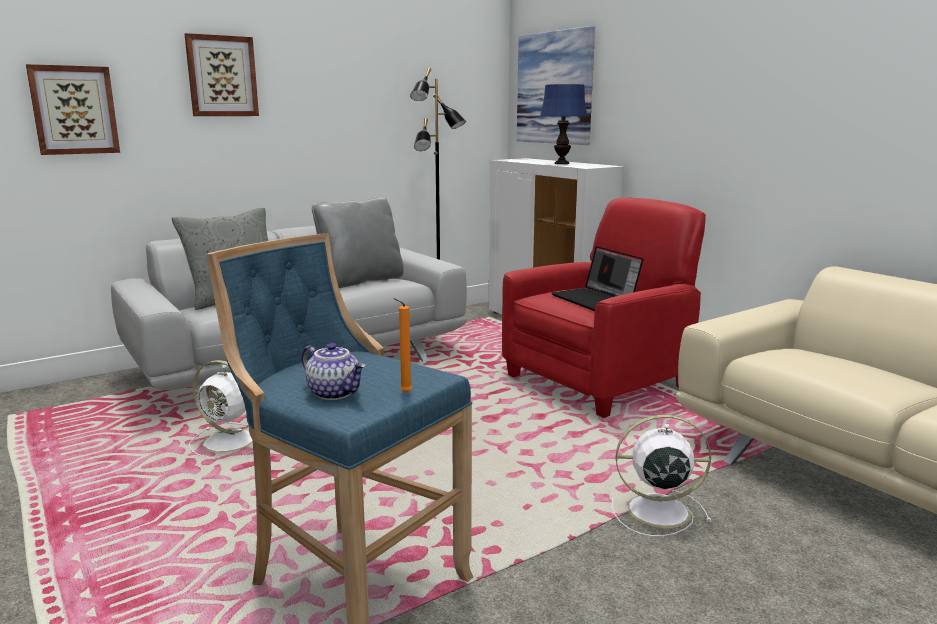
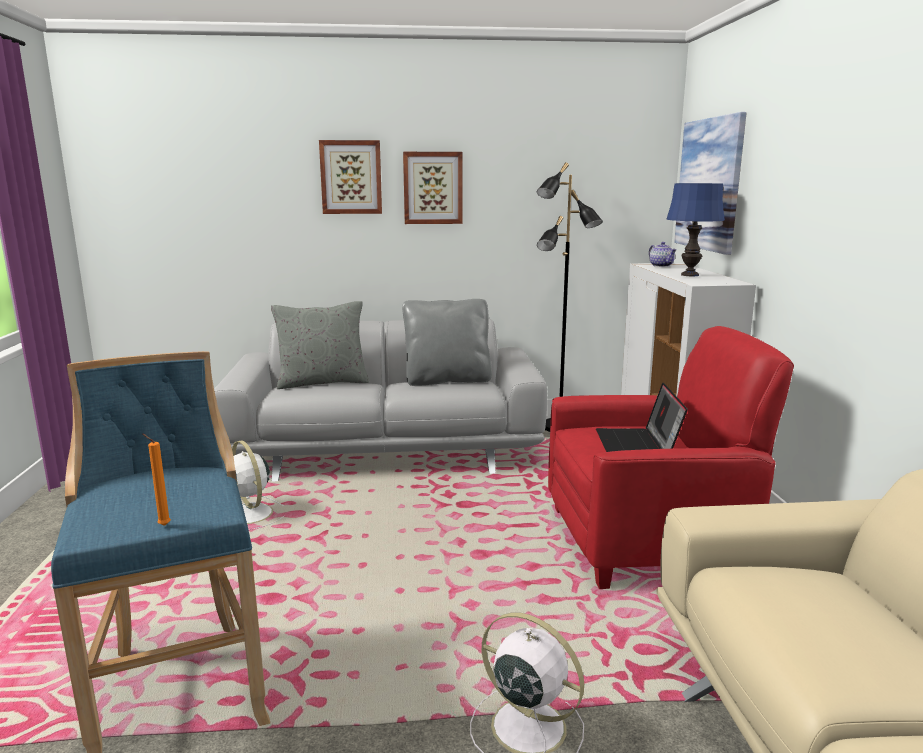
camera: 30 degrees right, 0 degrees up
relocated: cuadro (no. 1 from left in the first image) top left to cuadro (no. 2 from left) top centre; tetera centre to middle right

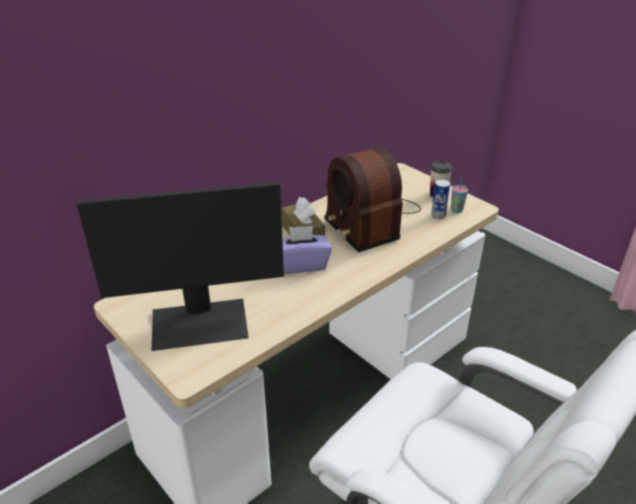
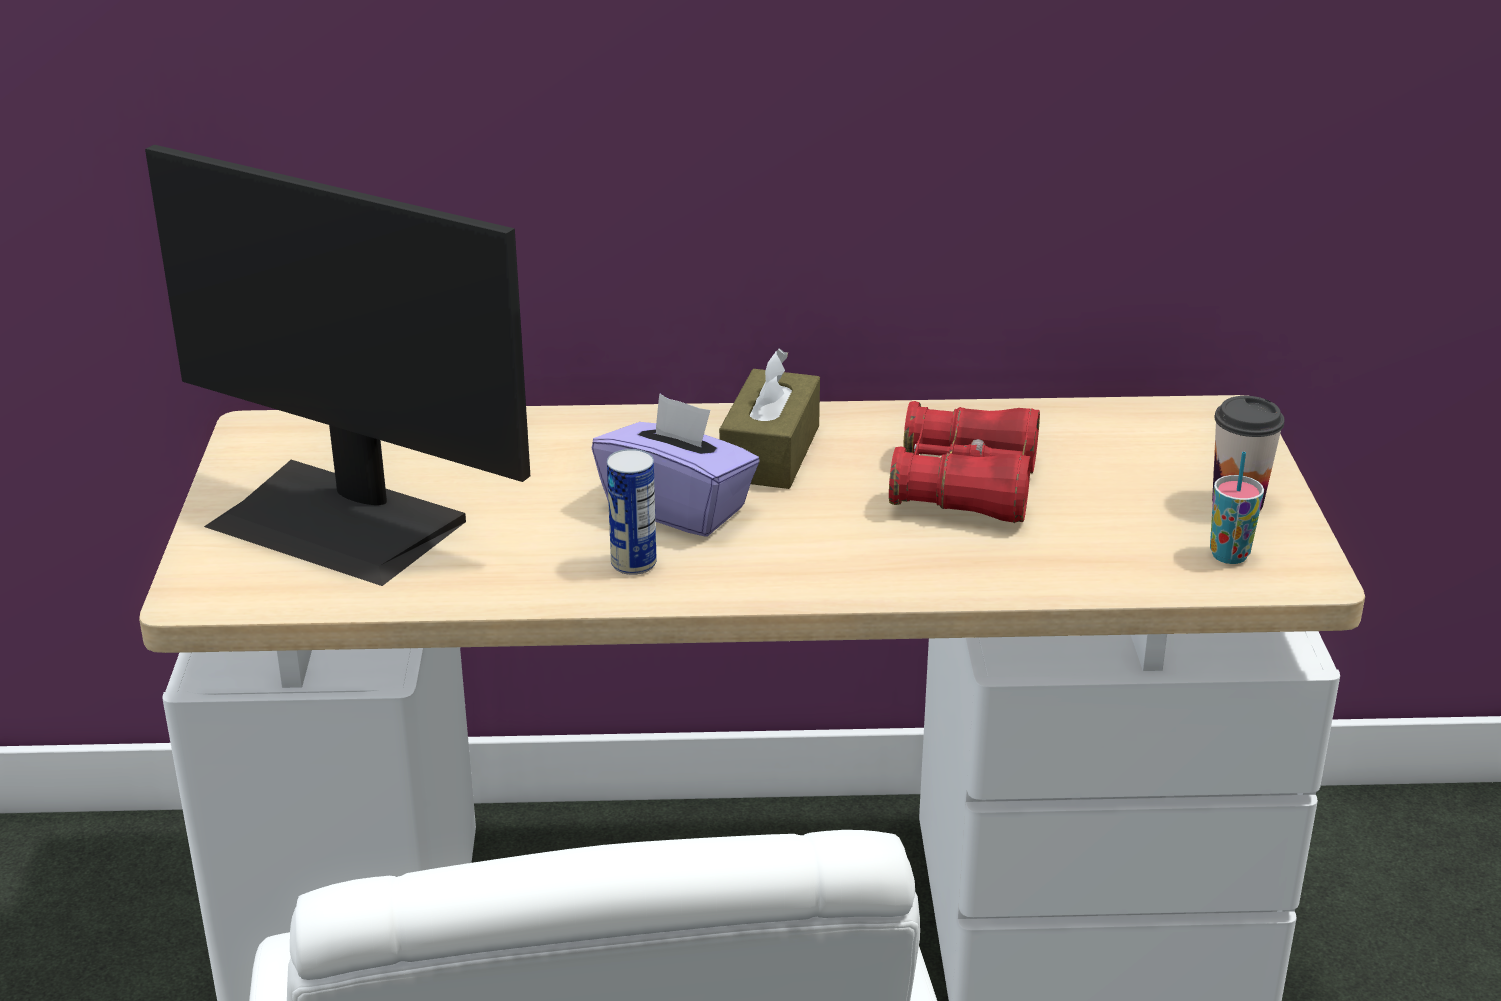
camera: 40 degrees right, 5 degrees down
relocated: lata middle right to centre
exchanged: radio centre to prismáticos (rojo) centre

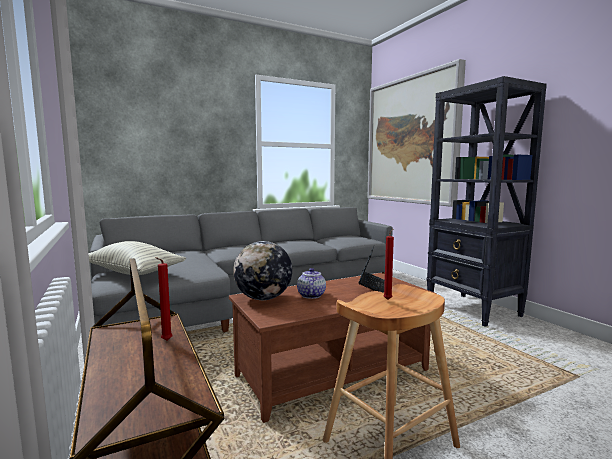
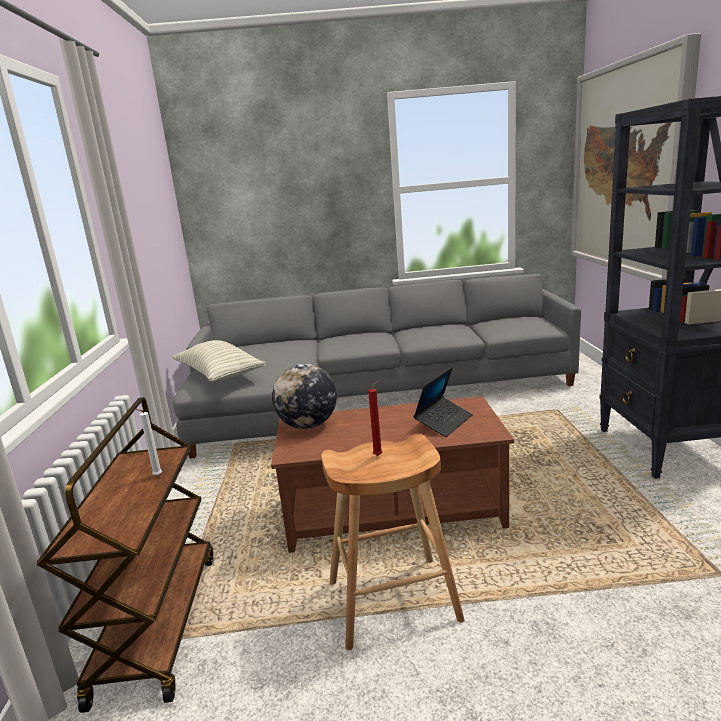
camera: 25 degrees right, 10 degrees up
missing: tetera centre
colour: vela (rojo) (no. 1 from left) middle left to vela (blanco) middle left

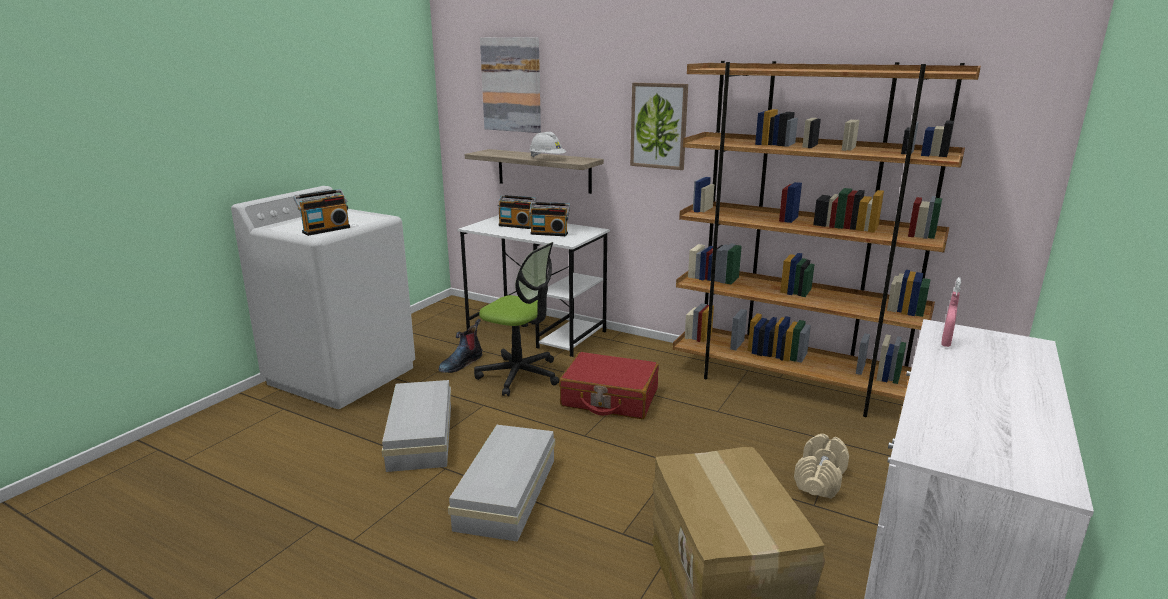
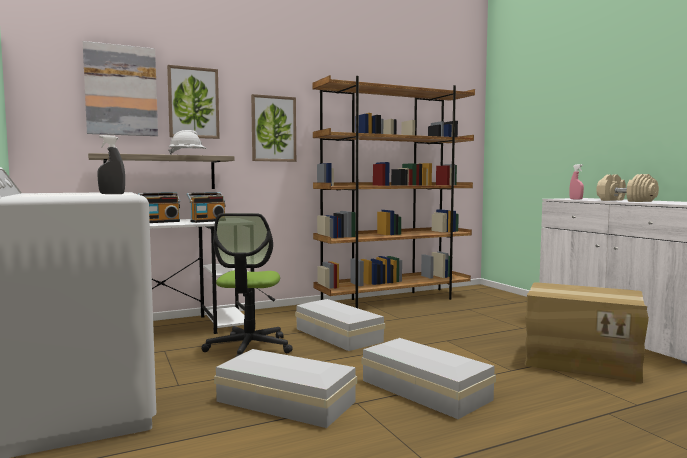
camera: 55 degrees left, 15 degrees down
missing: bota centre
appeared: cuadro (no. 2 from left) top left
relocated: mancuerna (beis) bottom right to middle right
exchanged: radio (no. 1 from left) middle left to pulverizador (gris) middle left; maleta (rojo) centre to caja de almacenaje (blanco) (no. 2 from left) bottom centre
spun: silla de oficina centre = centre 120 degrees clockwise

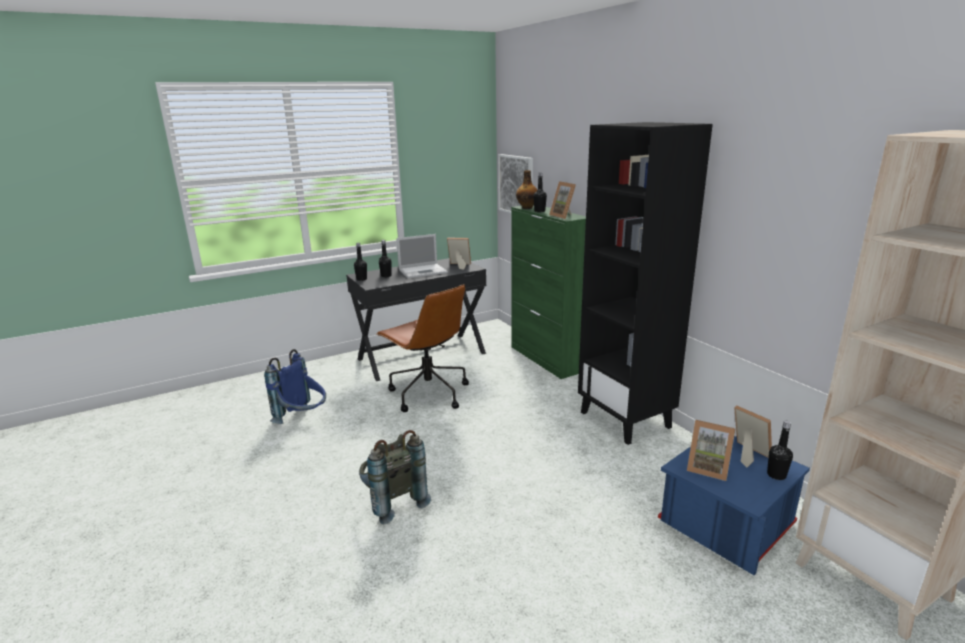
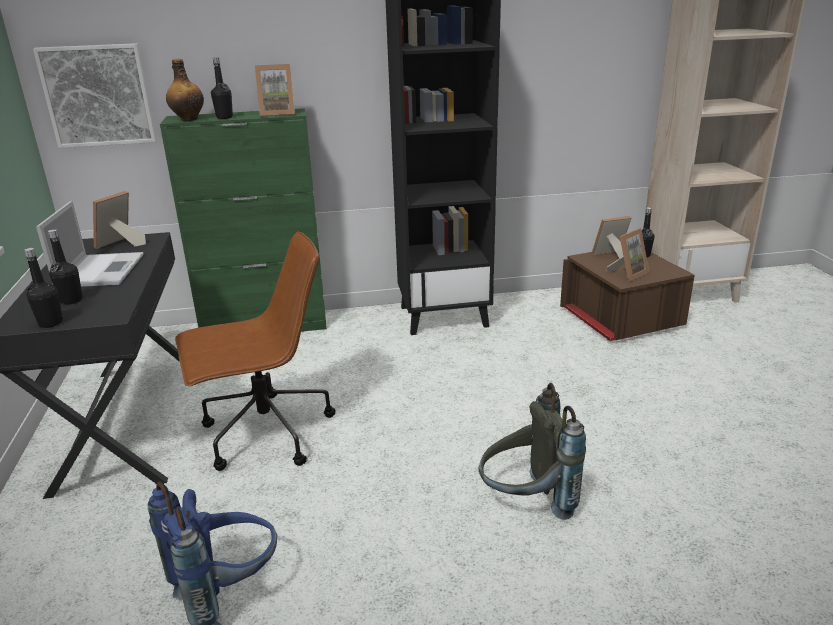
camera: 70 degrees left, 5 degrees up
colour: caja de almacenaje (azul) bottom right to caja de almacenaje (marrón) middle right

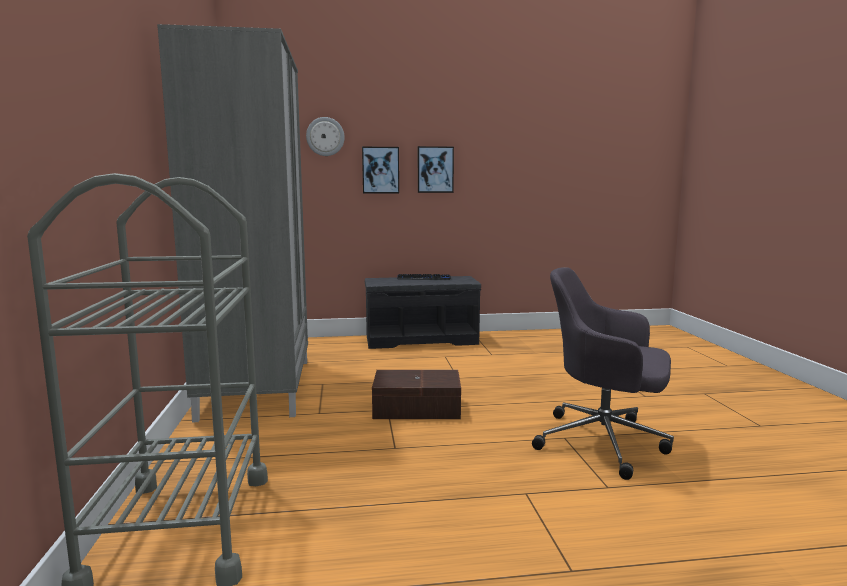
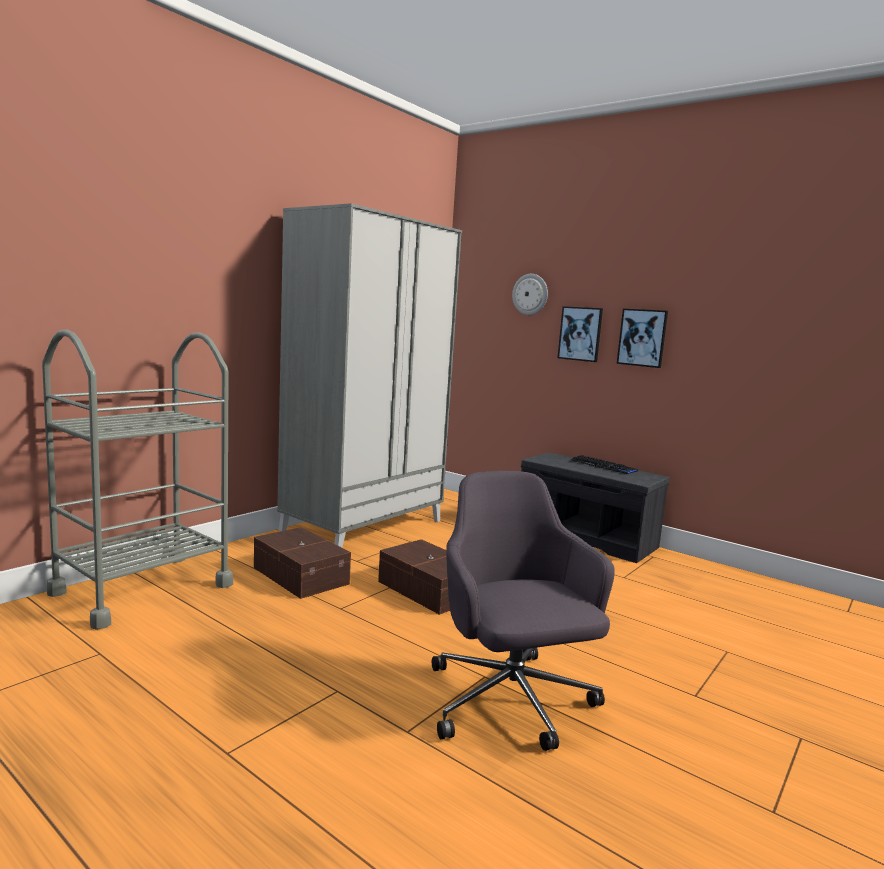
camera: 45 degrees right, 0 degrees up
appeared: caja de almacenaje (marrón) (no. 1 from left) centre

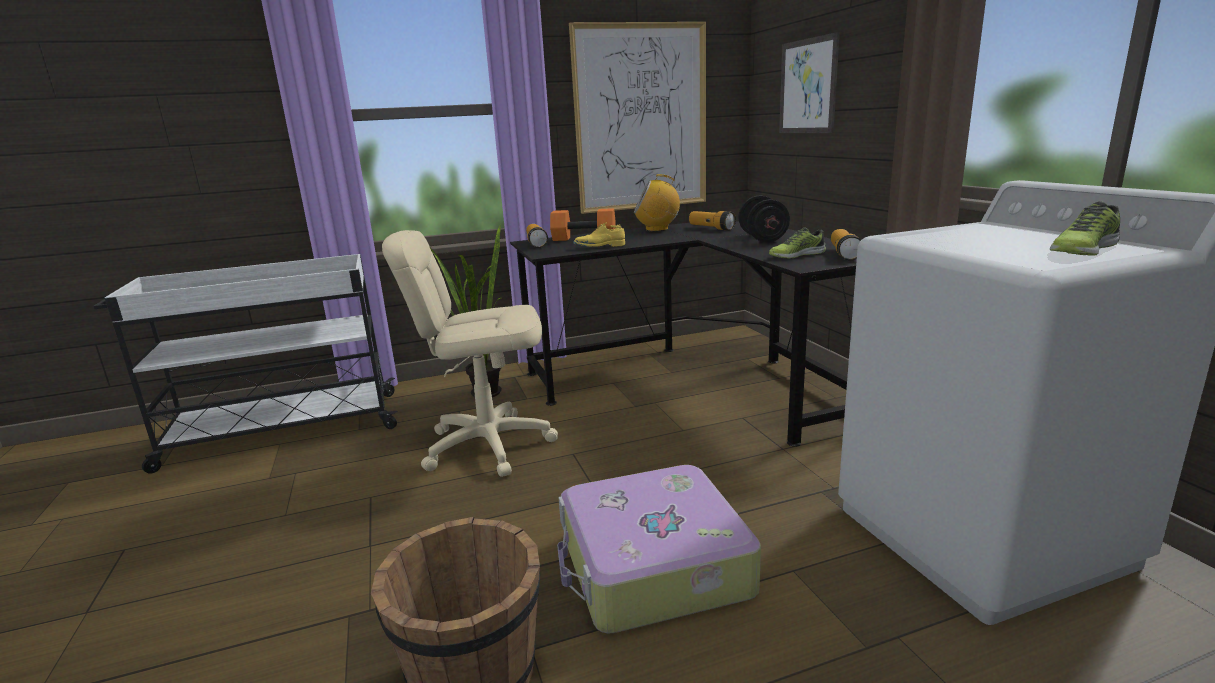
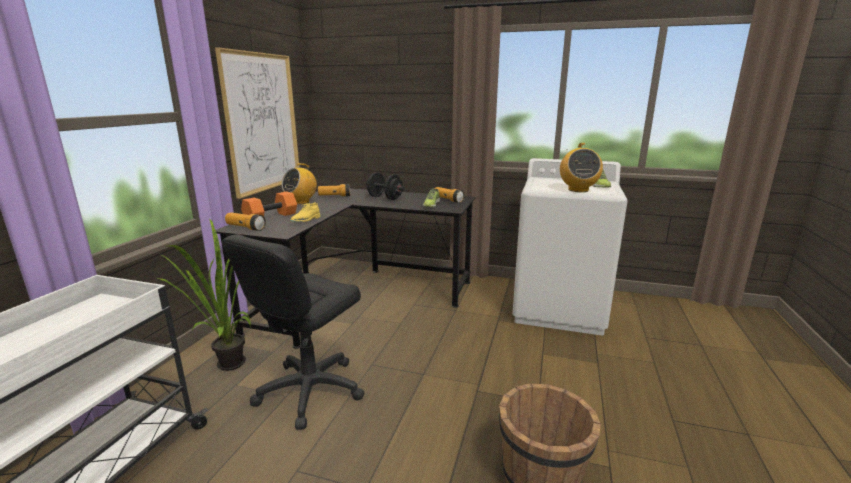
camera: 55 degrees left, 0 degrees up
missing: maleta bottom centre; cuadro (no. 2 from left) top centre
appeared: radio (no. 2 from left) middle right
colour: silla de oficina (beis) centre to silla de oficina (negro) bottom centre

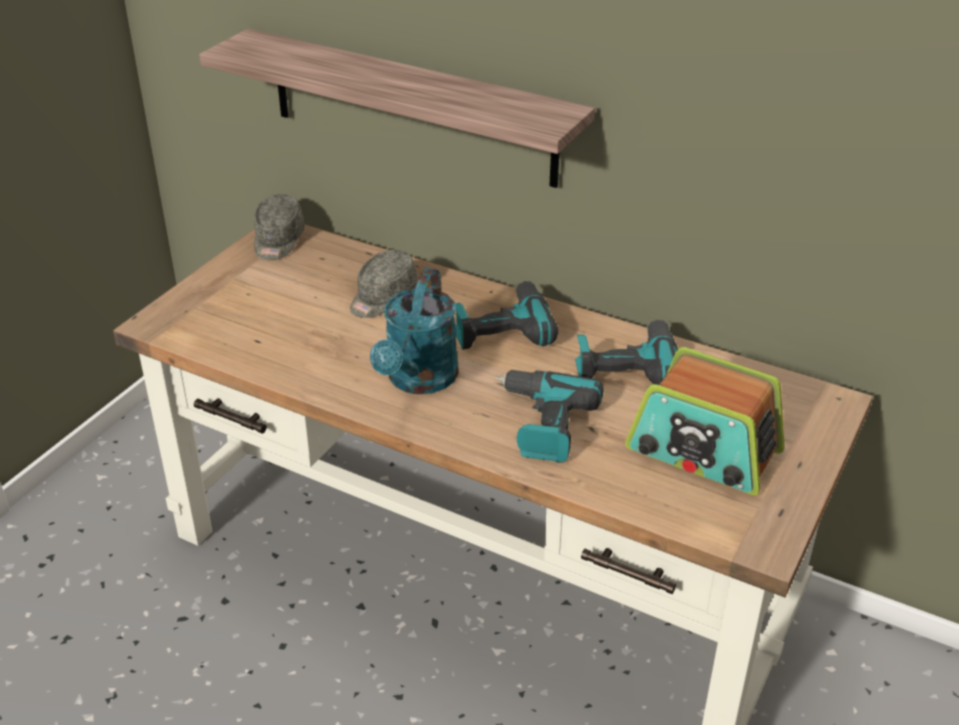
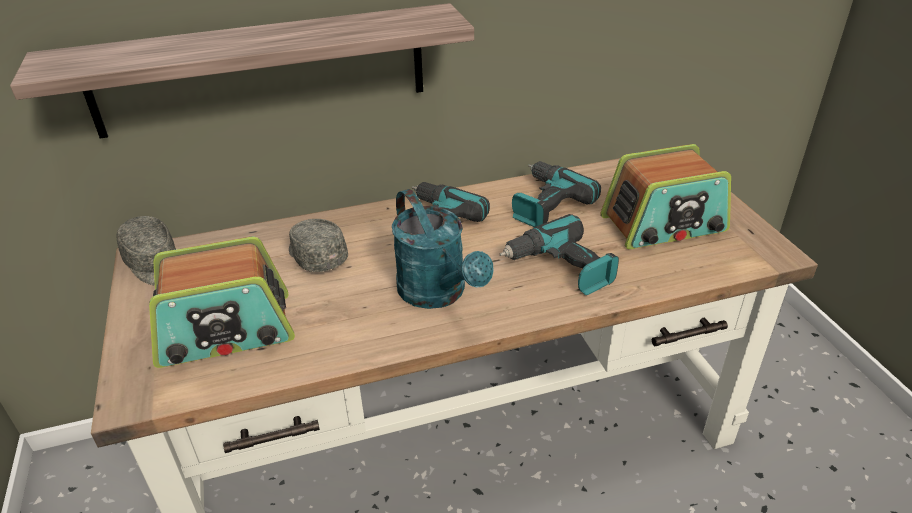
camera: 45 degrees left, 0 degrees up
appeared: radio (no. 1 from left) middle left
spun: gorra (gris) (no. 2 from left) centre = centre 150 degrees clockwise

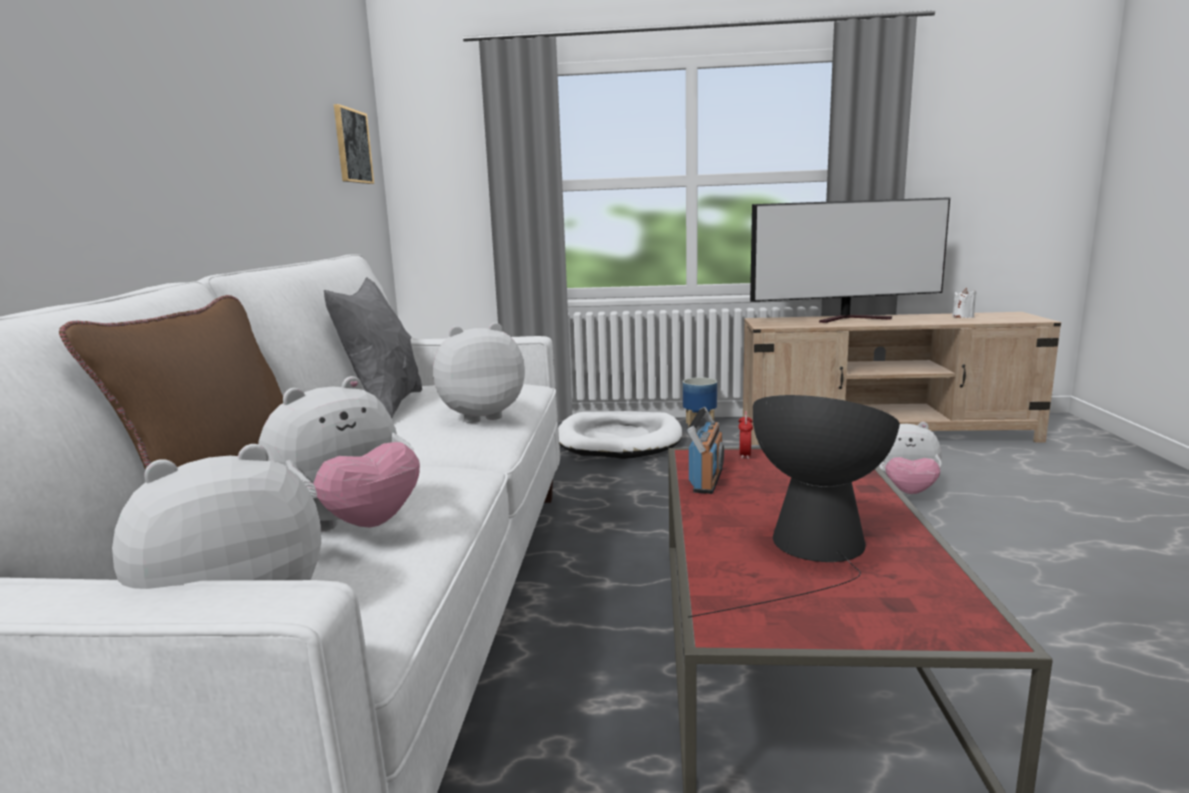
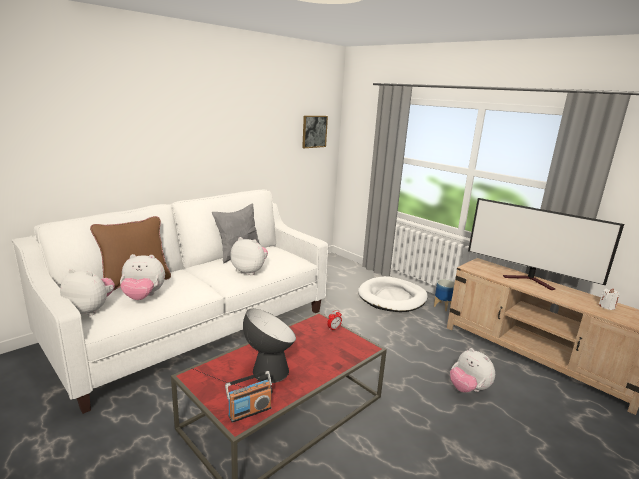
camera: 40 degrees right, 5 degrees up
relocated: radio centre to bottom centre

